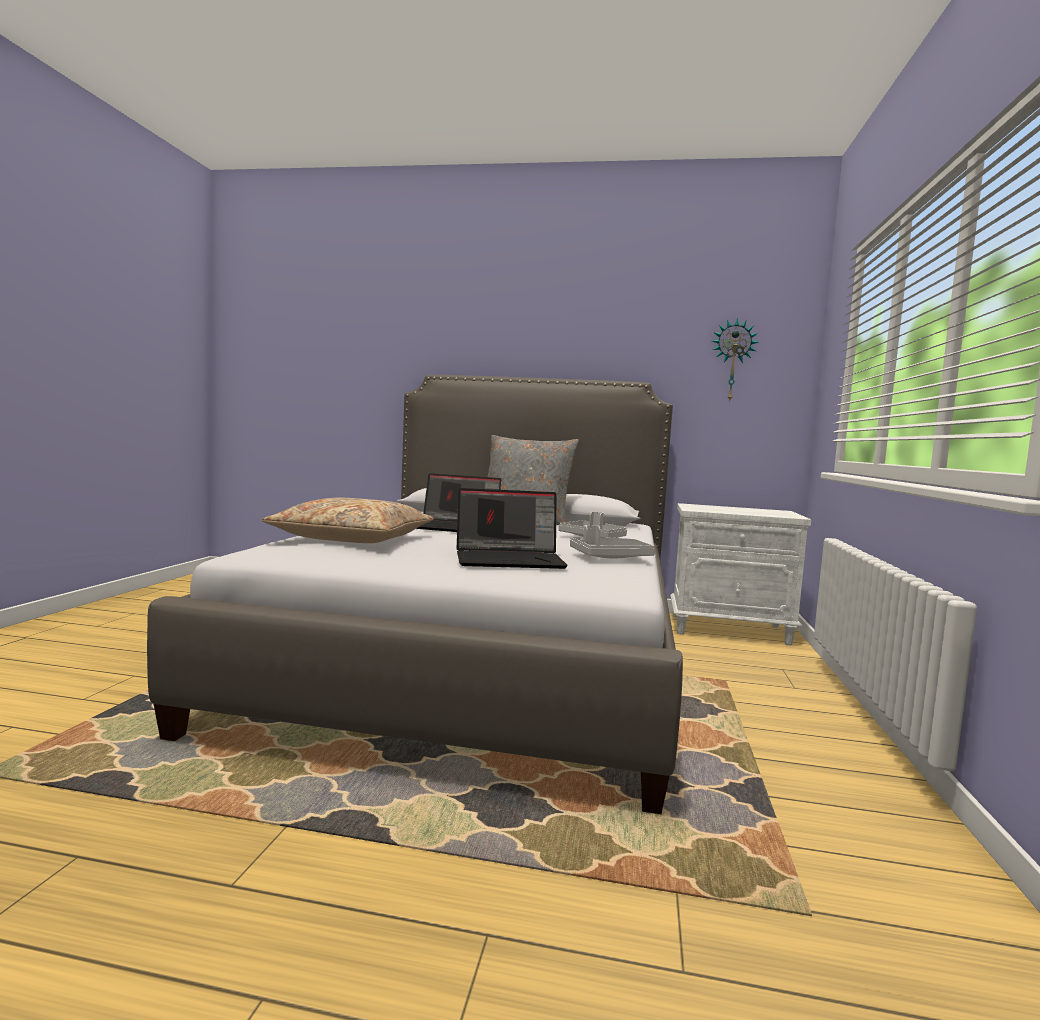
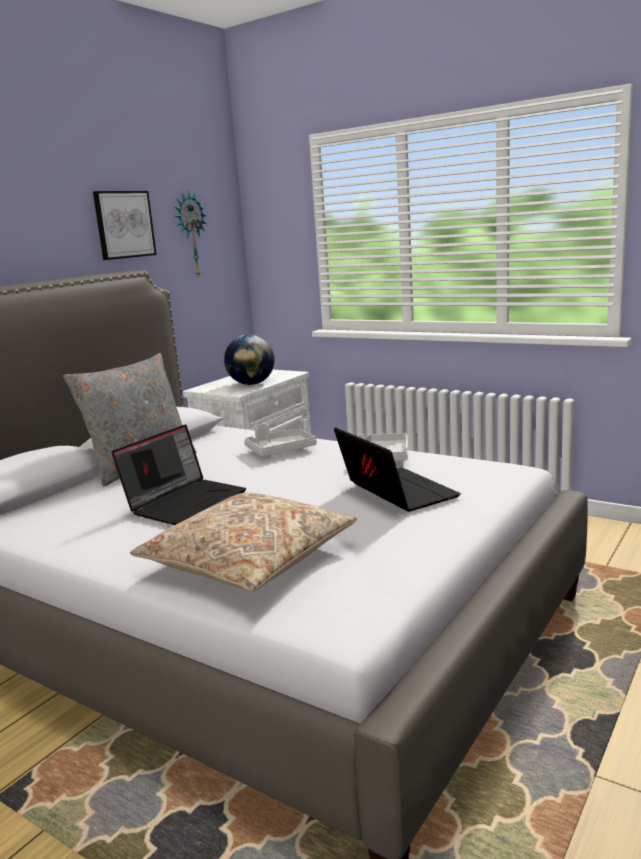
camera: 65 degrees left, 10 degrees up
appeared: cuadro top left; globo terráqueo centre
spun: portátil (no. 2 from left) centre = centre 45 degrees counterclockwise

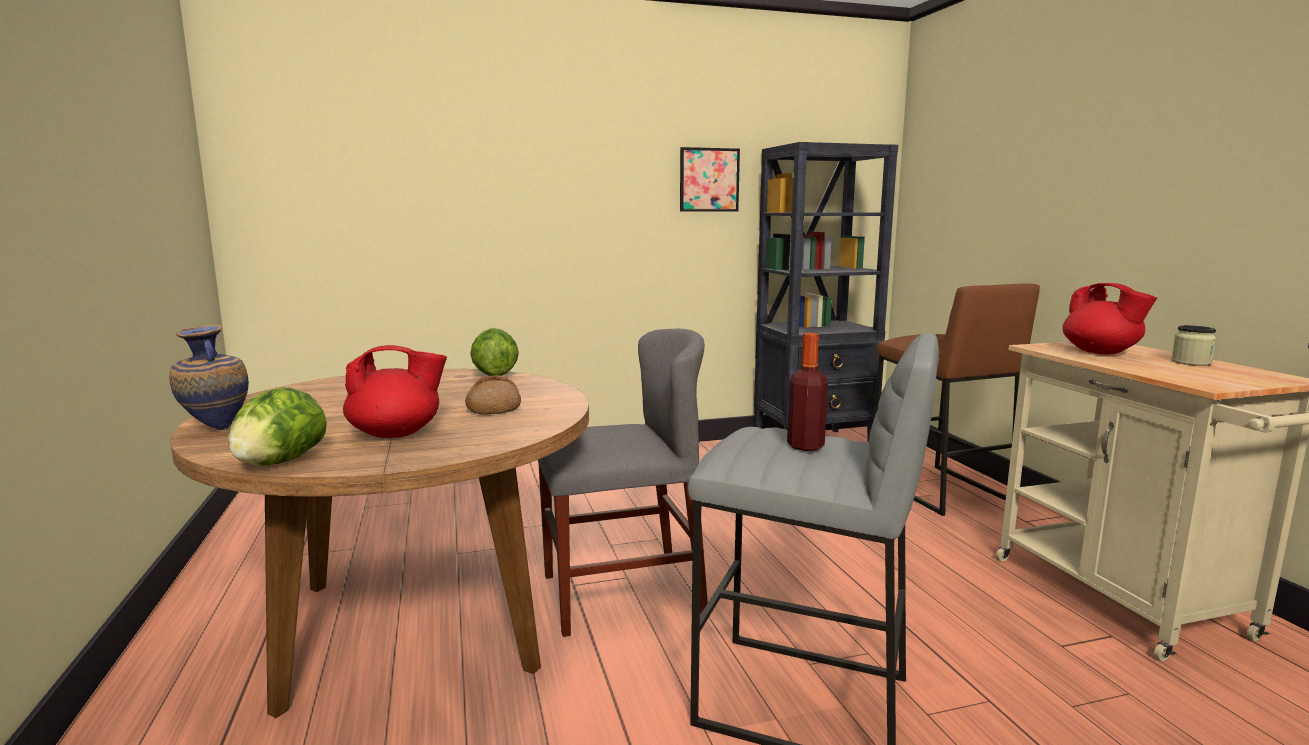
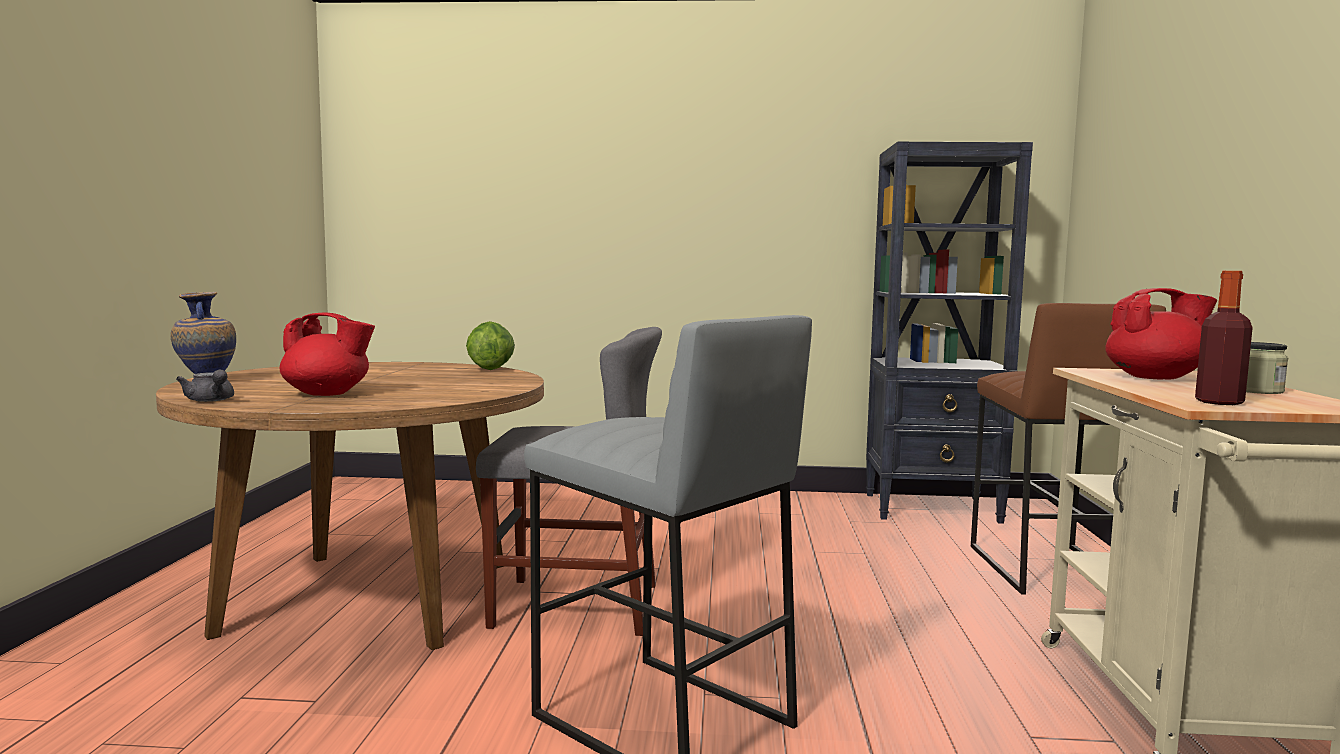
camera: 20 degrees right, 5 degrees down
missing: pan centre; cuadro top centre
relocated: botella centre to middle right
exchanged: lechuga (no. 1 from left) middle left to tetera (gris) middle left
spun: tetera (rojo) (no. 2 from left) middle right = middle right 90 degrees counterclockwise

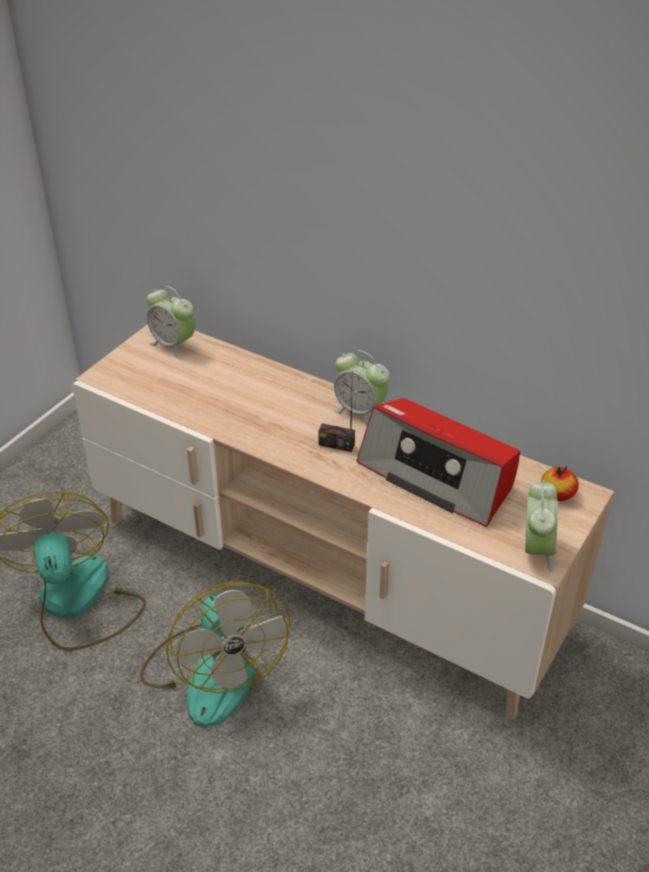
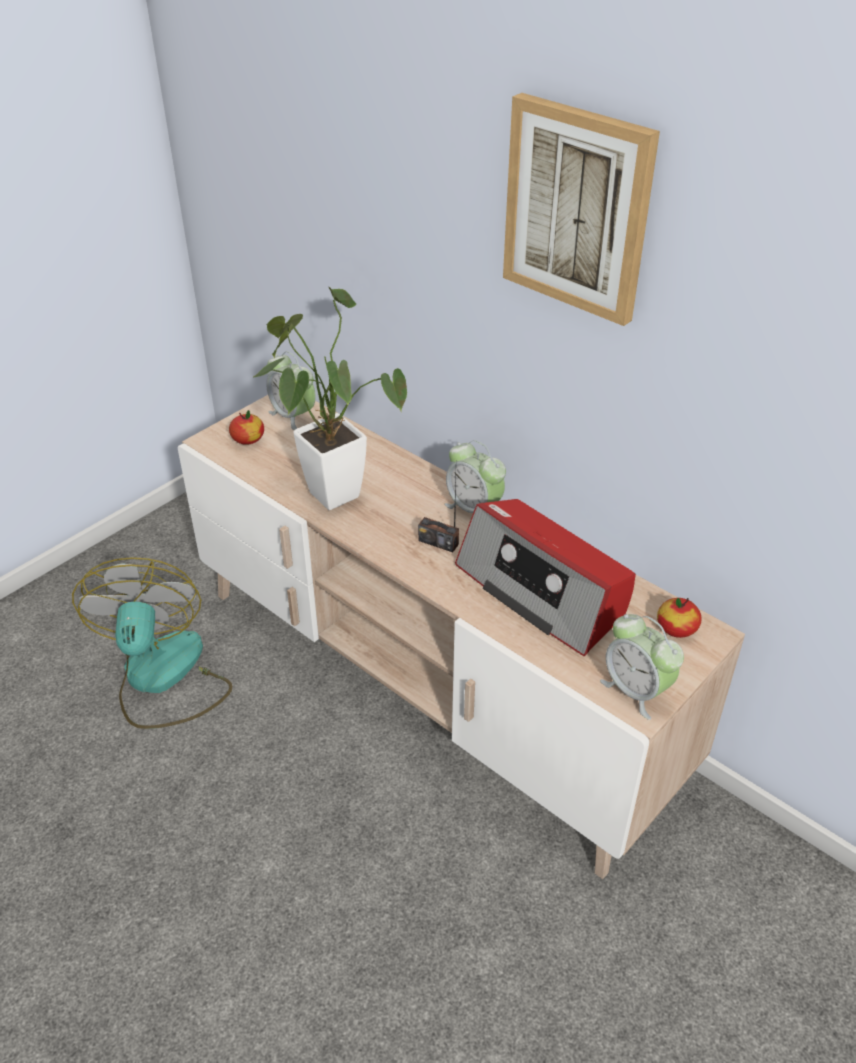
camera: 10 degrees right, 0 degrees up
missing: ventilador (no. 2 from left) bottom left
appeared: manzana (no. 1 from left) middle left; planta en maceta centre; cuadro top right
spun: despertador (no. 3 from left) middle right = middle right 120 degrees clockwise

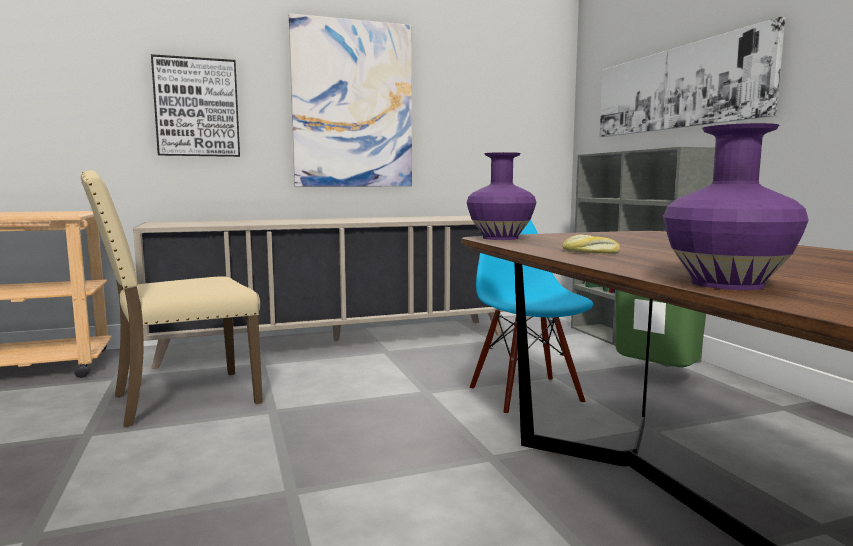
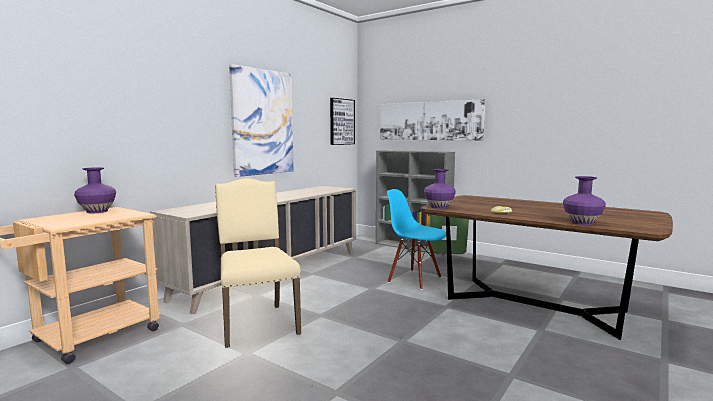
camera: 35 degrees left, 0 degrees up
appeared: florero (morado) (no. 1 from left) middle left
relocated: cuadro (no. 1 from left in the first image) top left to cuadro (no. 2 from left) top centre
spun: silla (beis) middle left = centre 135 degrees clockwise

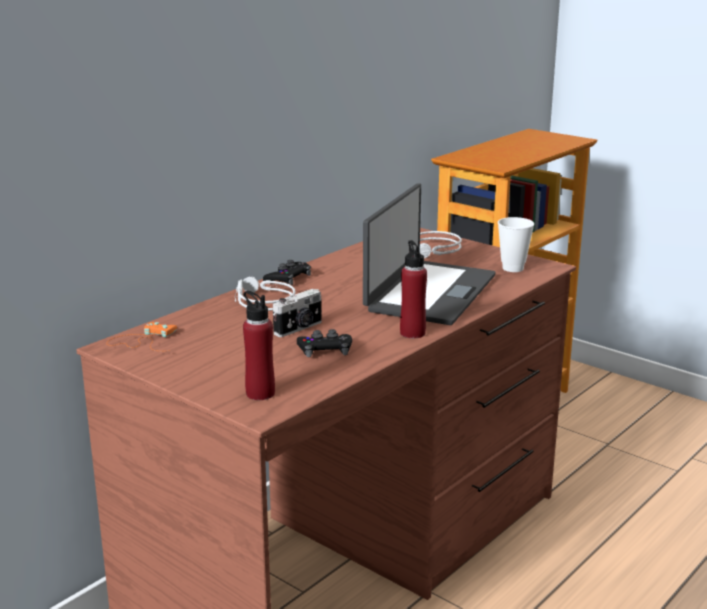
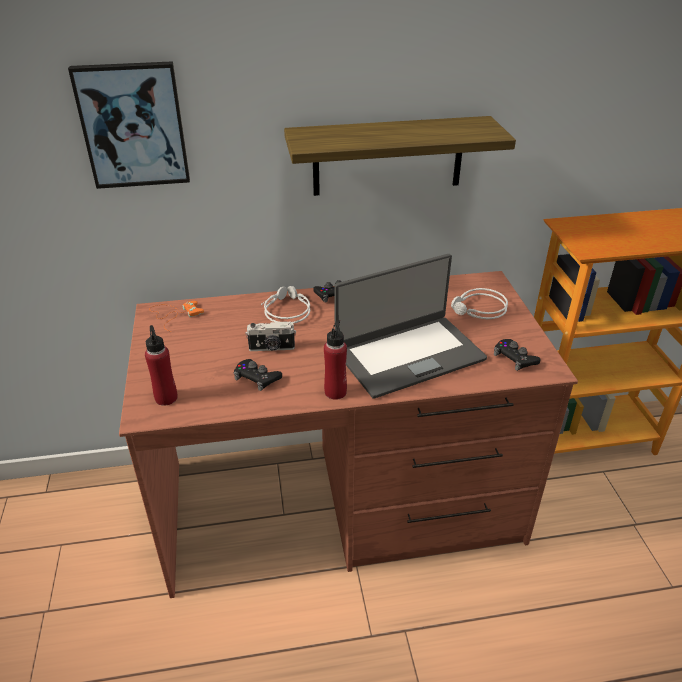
camera: 40 degrees right, 15 degrees up
appeared: cuadro top left; estante top centre
exchanged: taza middle right to mando de consola (negro) (no. 3 from left) middle right

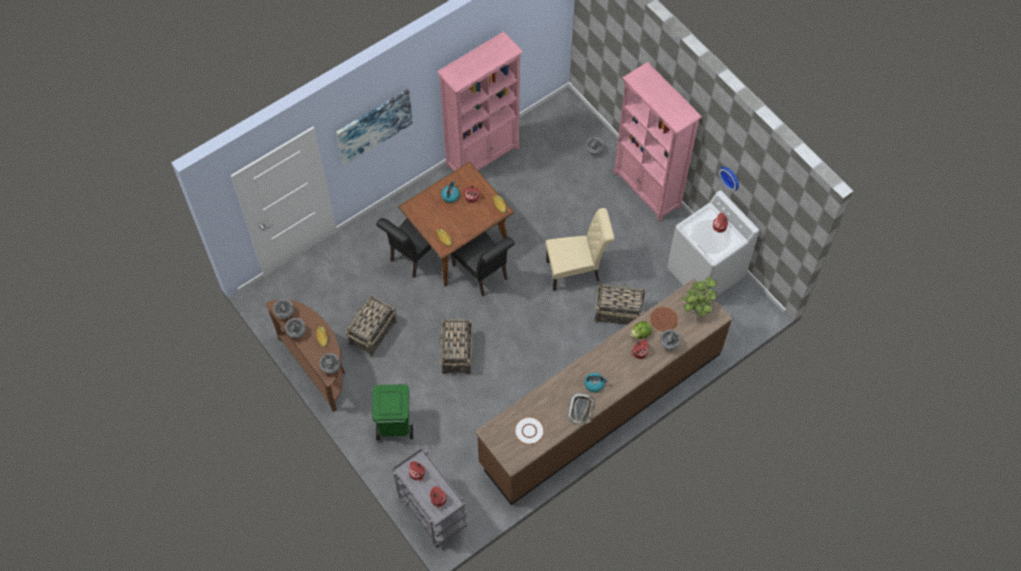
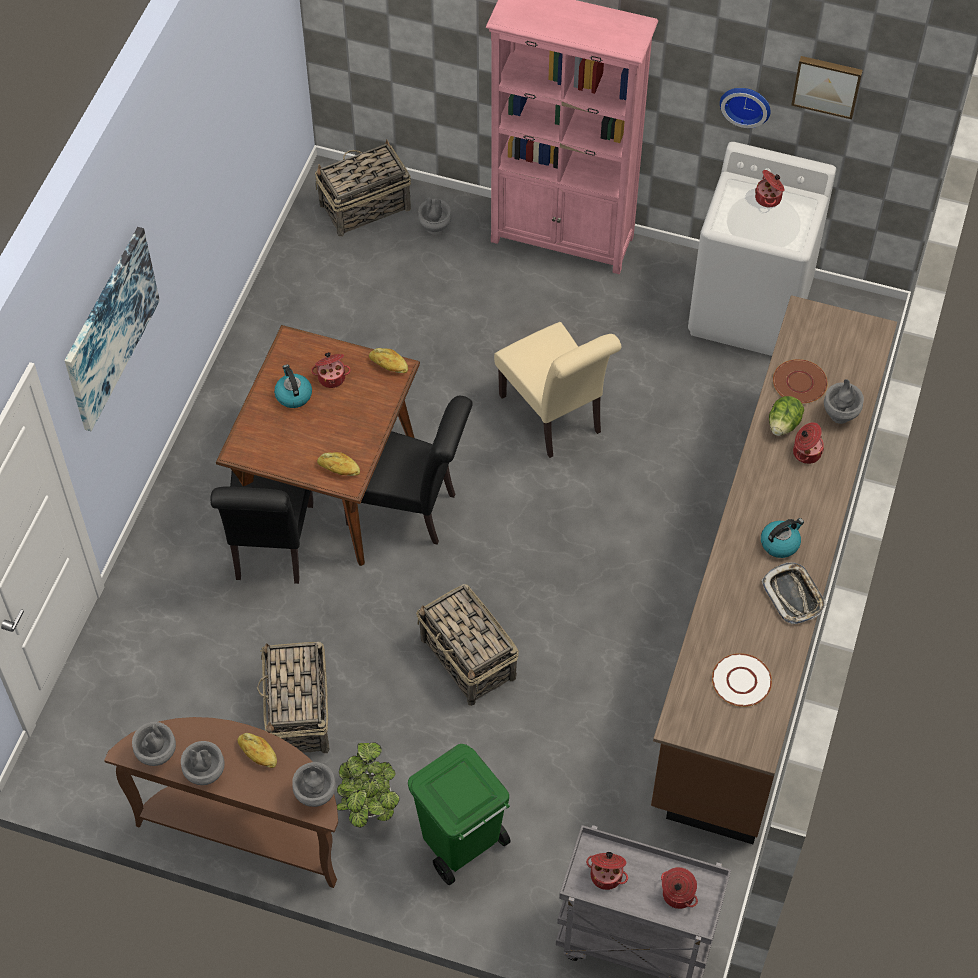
camera: 35 degrees left, 5 degrees down
missing: estantería (rosa) (no. 1 from left) top centre
appeared: cuadro (no. 2 from left) top right
relocated: cesta (no. 3 from left in the first image) centre to cesta (no. 2 from left) top centre; planta en maceta middle right to bottom centre
spun: silla (beis) centre = centre 105 degrees clockwise

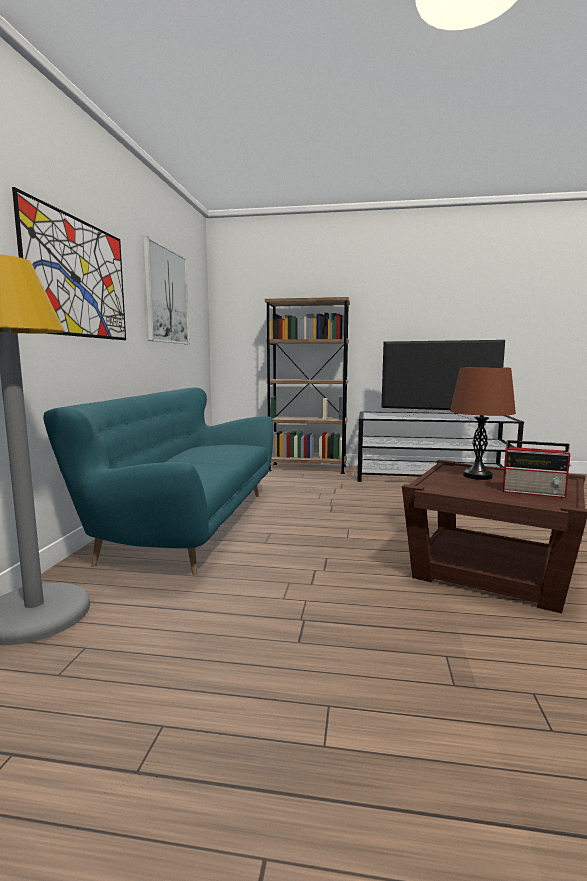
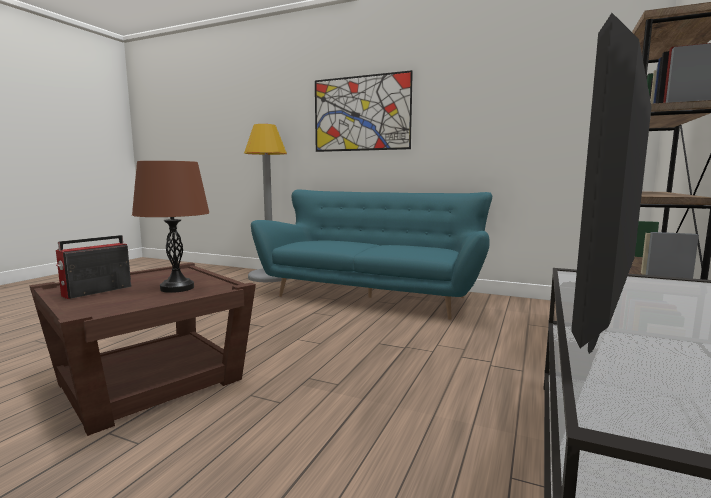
camera: 105 degrees right, 0 degrees up
missing: cuadro (no. 2 from left) top left

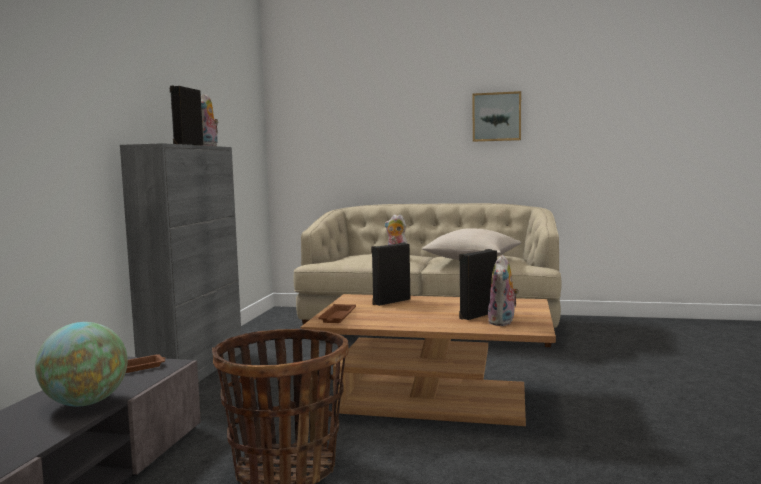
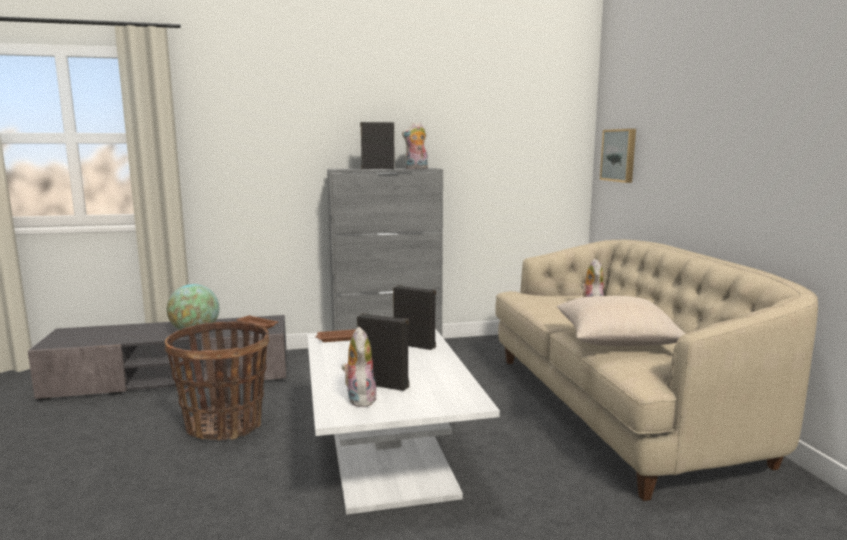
camera: 65 degrees right, 5 degrees up
relocated: cuadro top centre to top right
colour: mesa de centro (marrón) bottom centre to mesa de centro (blanco) bottom centre
spun: peluche (no. 3 from left in the first image) centre = bottom centre 90 degrees clockwise

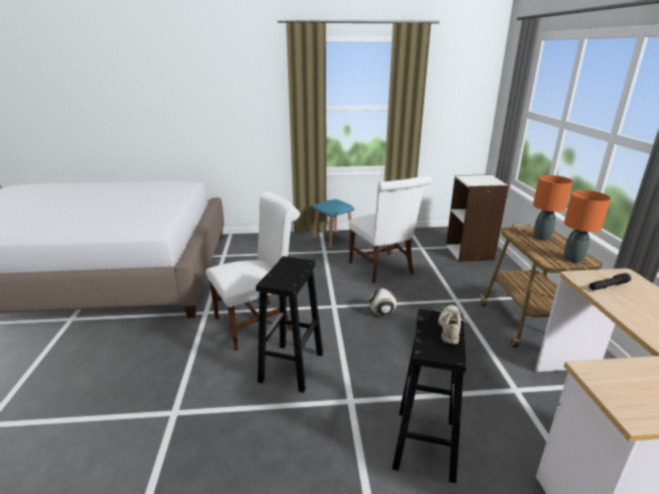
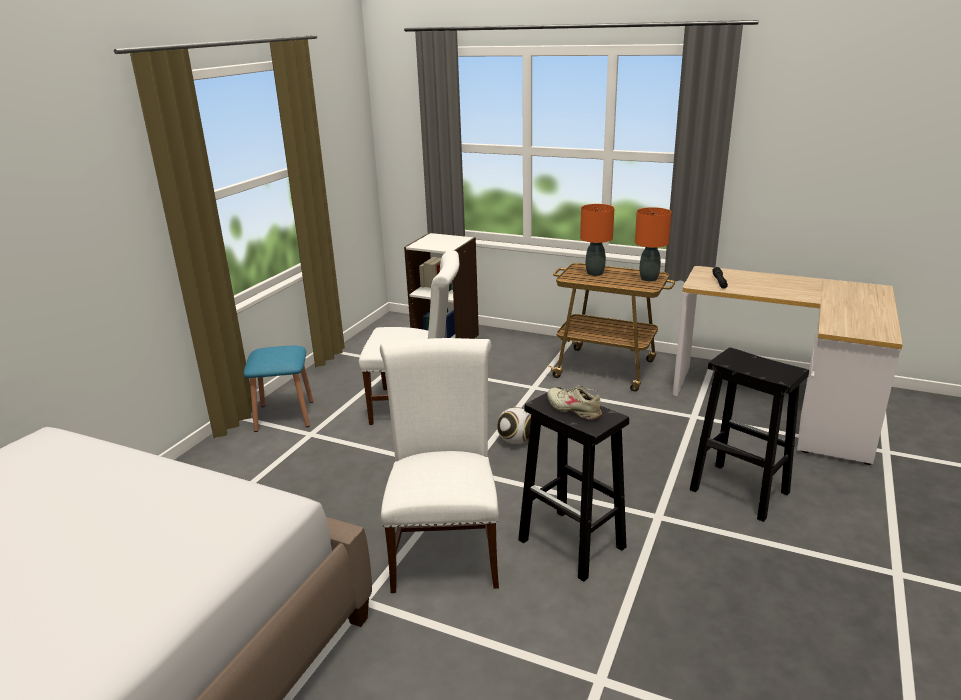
camera: 60 degrees left, 0 degrees up
relocated: zapato (beis) middle right to centre

